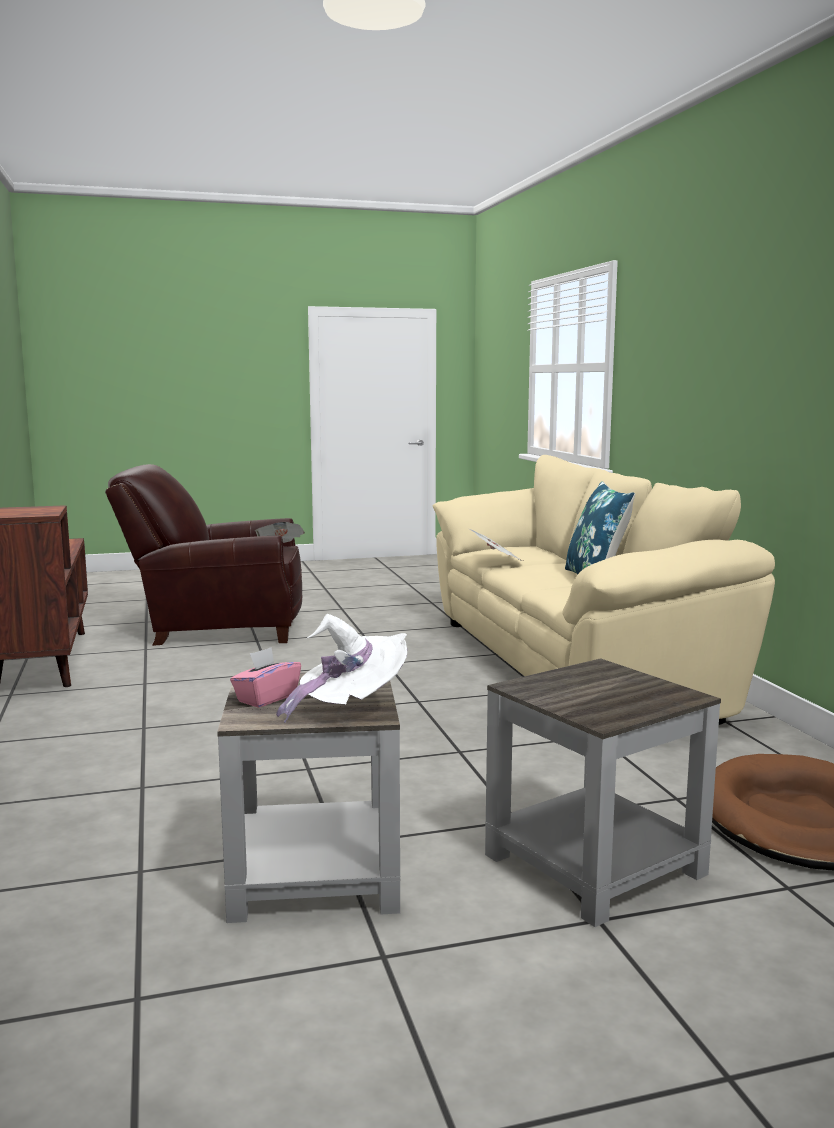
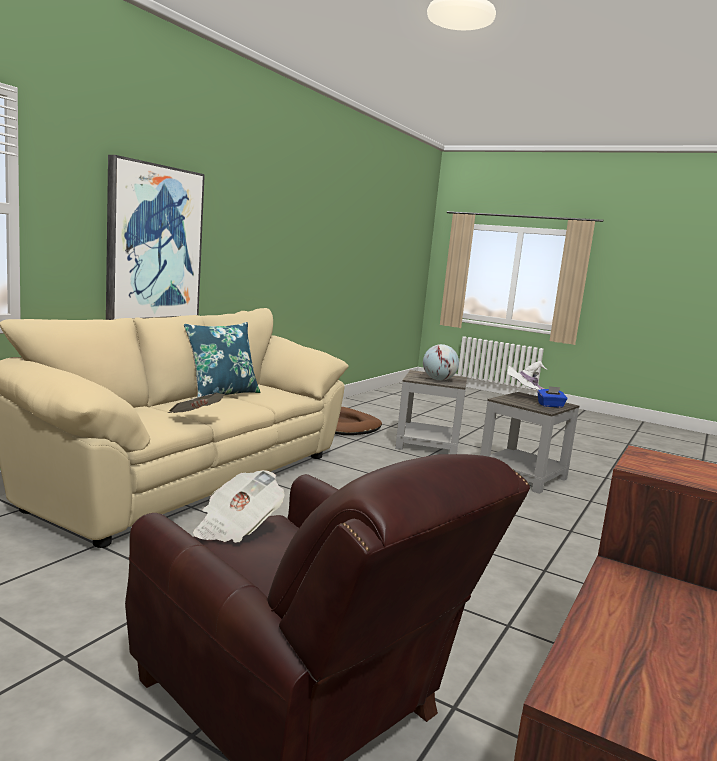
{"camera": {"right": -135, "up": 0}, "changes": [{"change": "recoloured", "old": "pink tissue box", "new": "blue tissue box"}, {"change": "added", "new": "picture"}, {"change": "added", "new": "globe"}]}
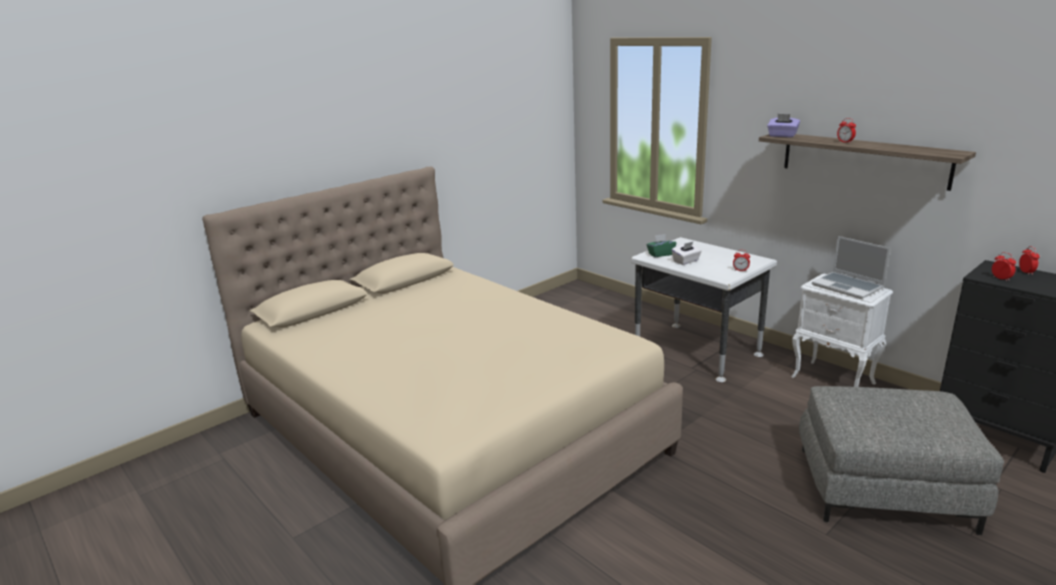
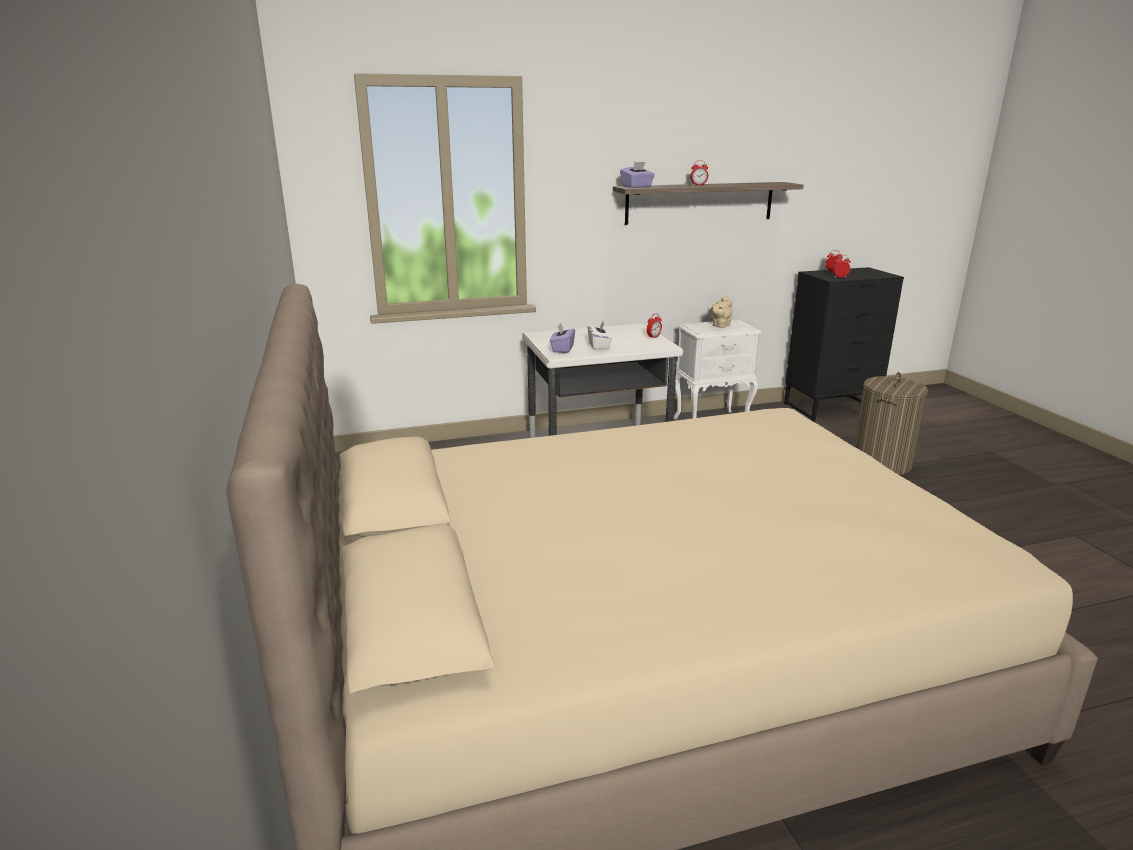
{"camera": {"right": -65, "up": 0}, "changes": [{"change": "recoloured", "old": "green tissue box", "new": "purple tissue box (1st from left)"}, {"change": "replaced", "old": "laptop", "new": "beige teapot"}, {"change": "replaced", "old": "grey ottoman", "new": "laundry basket"}]}
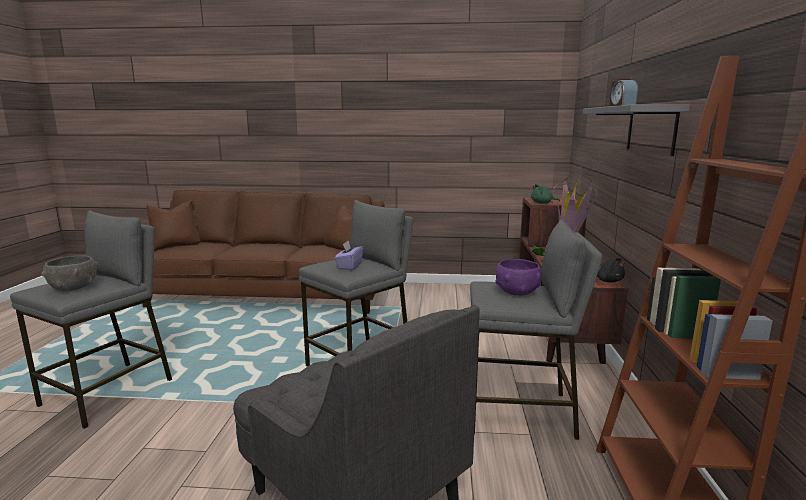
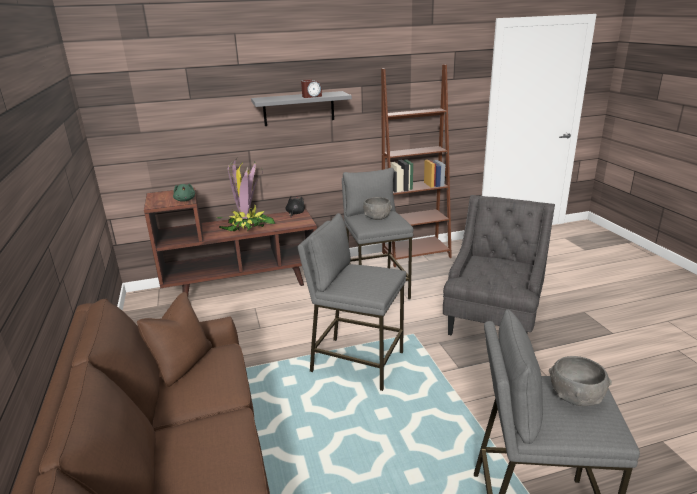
{"camera": {"right": -110, "up": 10}, "changes": [{"change": "removed", "old": "purple tissue box"}, {"change": "recoloured", "old": "purple bowl", "new": "grey bowl (1st from left)"}]}
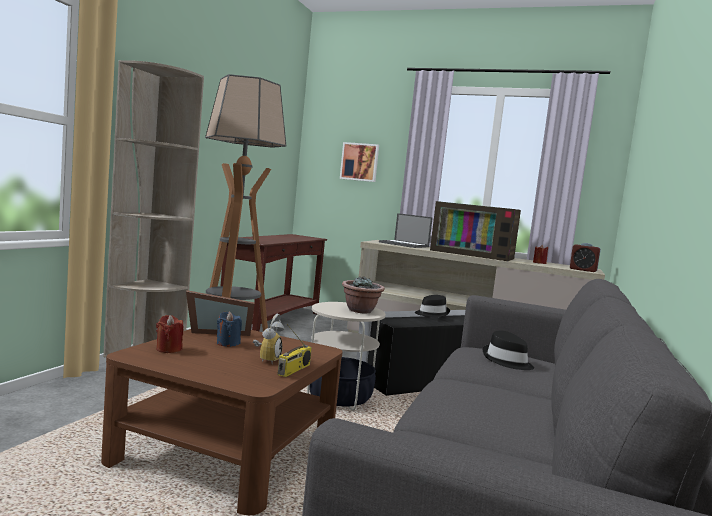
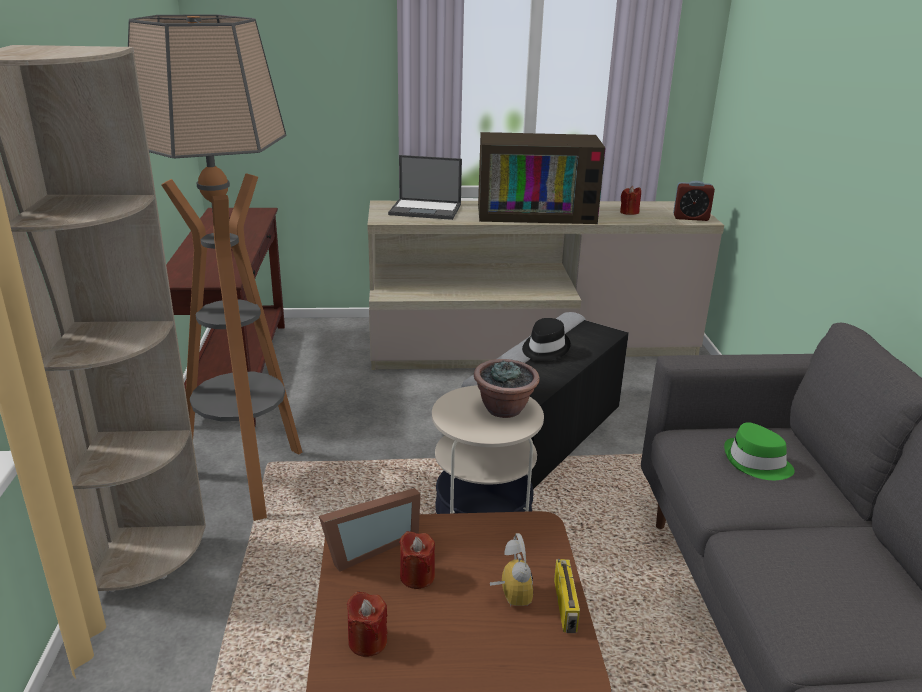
{"camera": {"right": -25, "up": 20}, "changes": [{"change": "removed", "old": "picture"}, {"change": "recoloured", "old": "blue candle", "new": "red candle (2nd from left)"}, {"change": "recoloured", "old": "black hat (2nd from left)", "new": "green hat"}]}
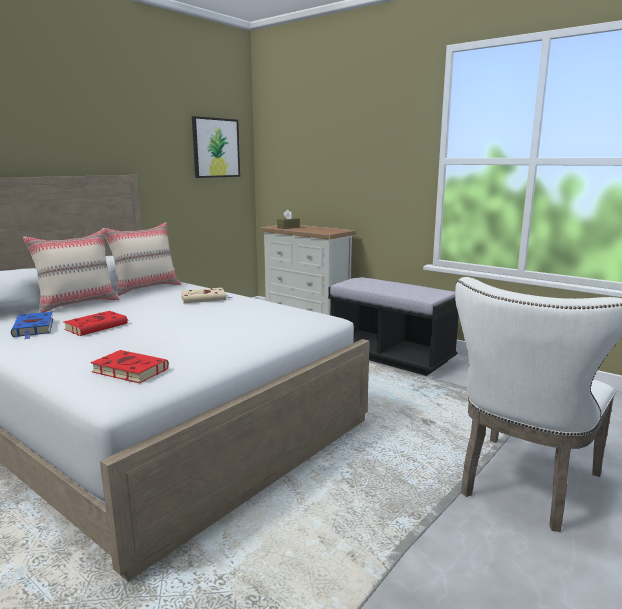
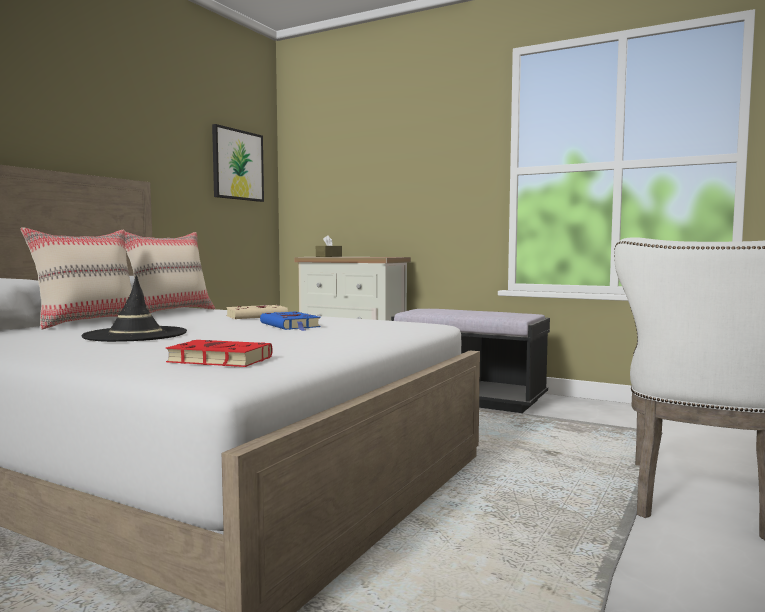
{"camera": {"right": -10, "up": -10}, "changes": [{"change": "replaced", "old": "red book (1st from left)", "new": "black hat"}, {"change": "moved", "old": "blue book"}]}
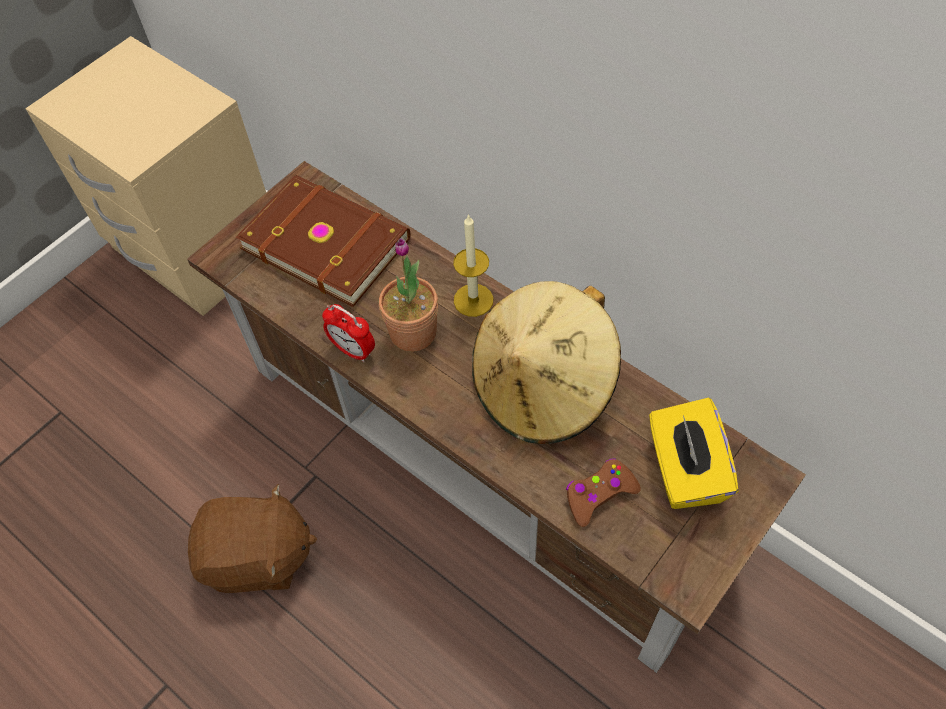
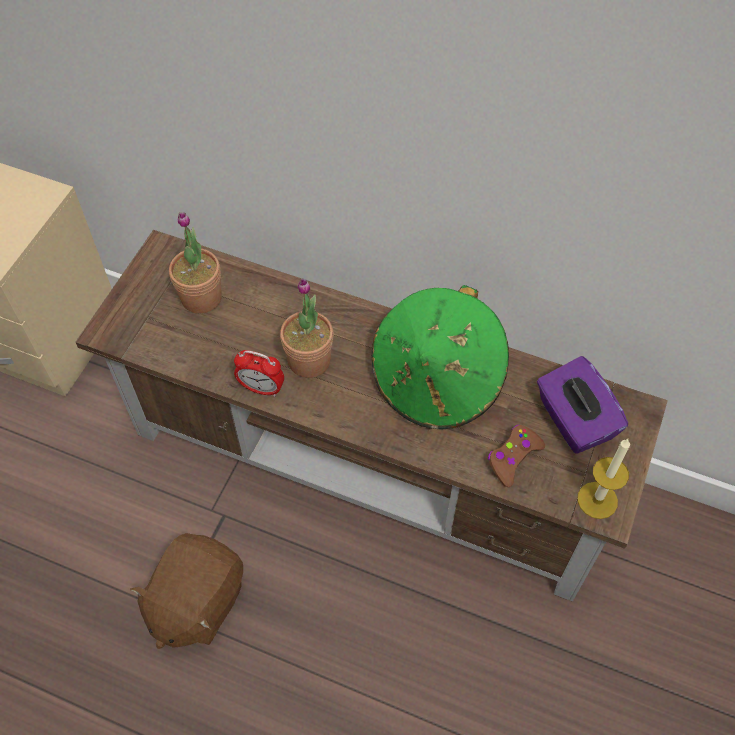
{"camera": {"right": -20, "up": 0}, "changes": [{"change": "replaced", "old": "brown book", "new": "potted plant (1st from left)"}, {"change": "moved", "old": "candle"}, {"change": "recoloured", "old": "beige hat", "new": "green hat"}, {"change": "recoloured", "old": "yellow tissue box", "new": "purple tissue box"}, {"change": "turned", "old": "brown plush toy", "degrees": 135}]}
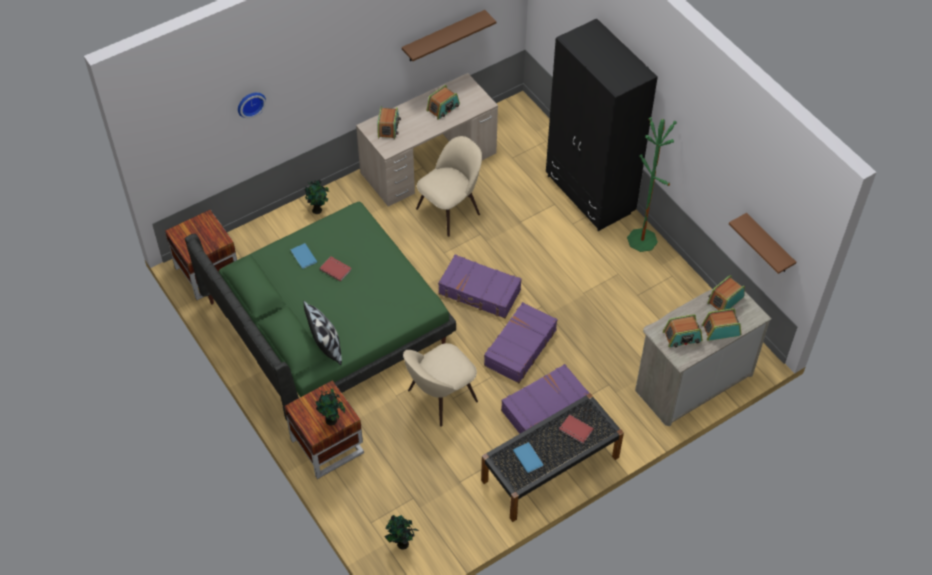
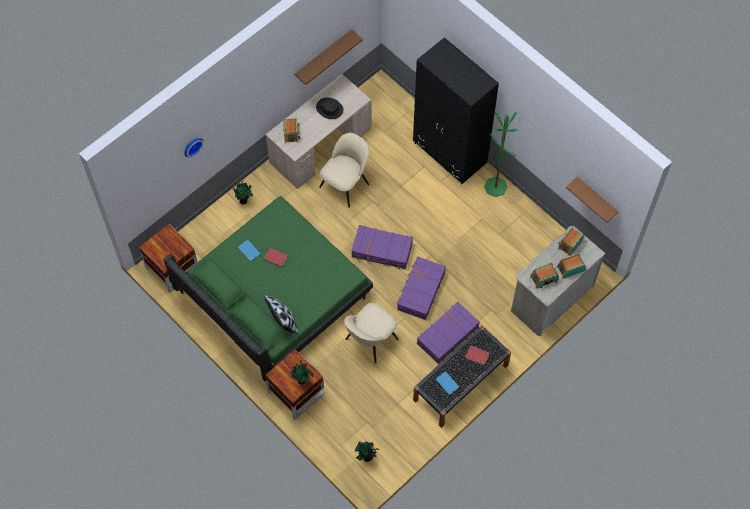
{"camera": {"right": -10, "up": 10}, "changes": [{"change": "replaced", "old": "radio (2nd from left)", "new": "black hat"}]}
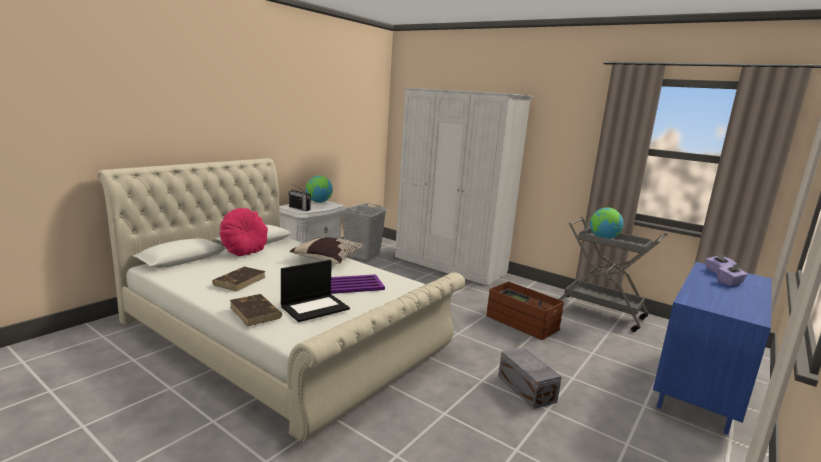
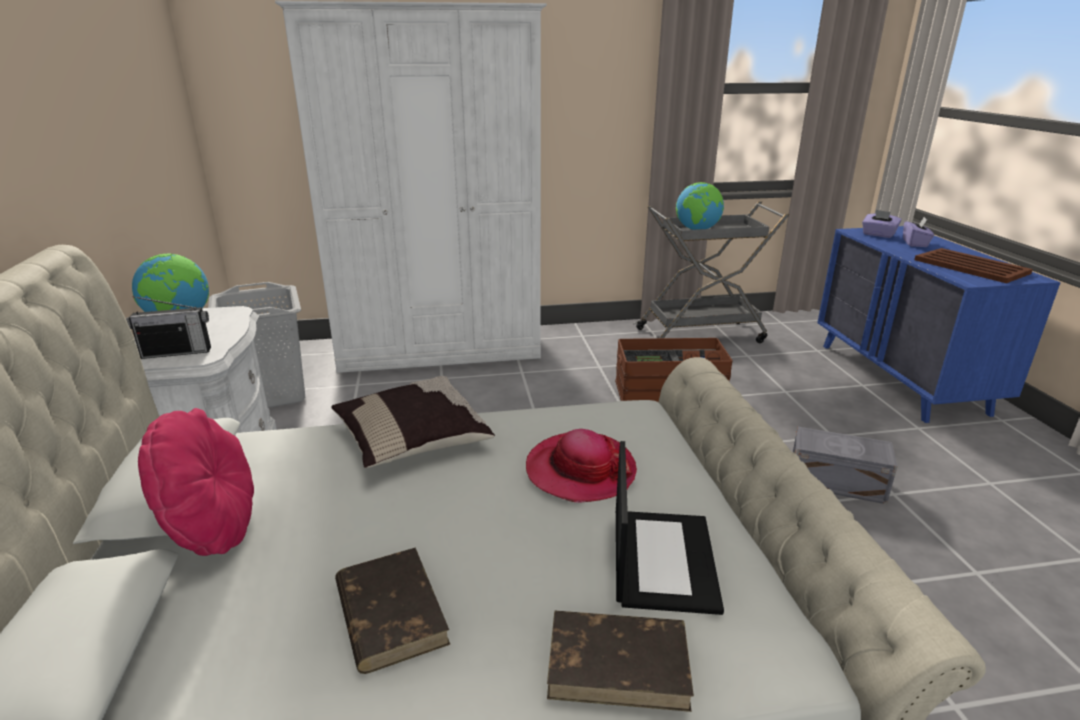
{"camera": {"right": -45, "up": 10}, "changes": [{"change": "replaced", "old": "purple tray", "new": "hat"}, {"change": "added", "new": "brown tray"}]}
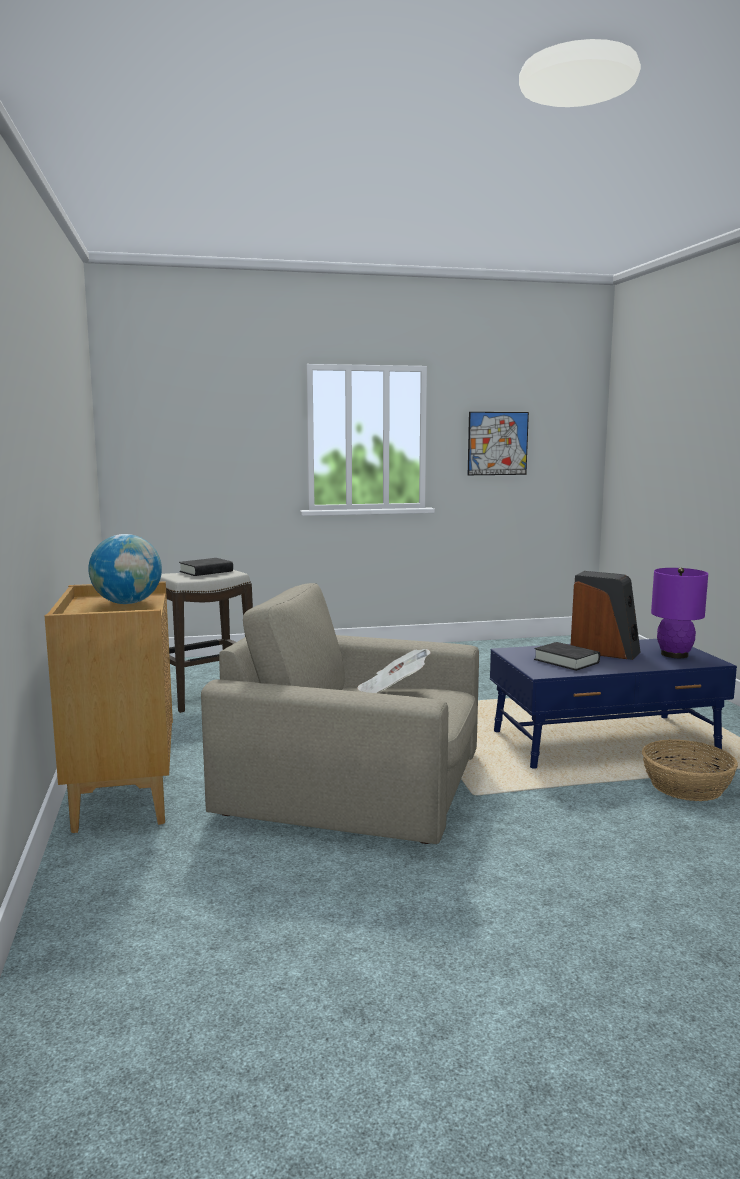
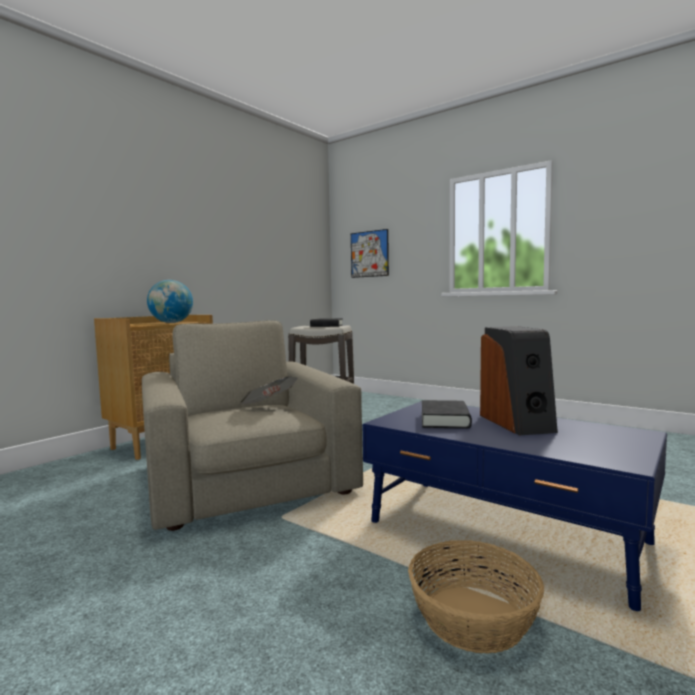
{"camera": {"right": 50, "up": -5}, "changes": [{"change": "moved", "old": "picture"}, {"change": "removed", "old": "purple table lamp"}]}
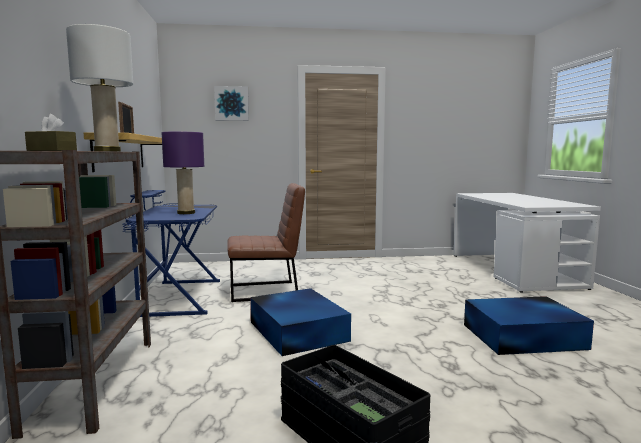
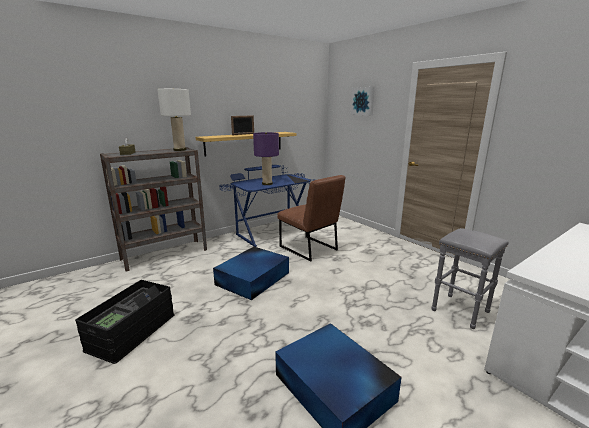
{"camera": {"right": 60, "up": 10}, "changes": [{"change": "added", "new": "grey stool"}]}
